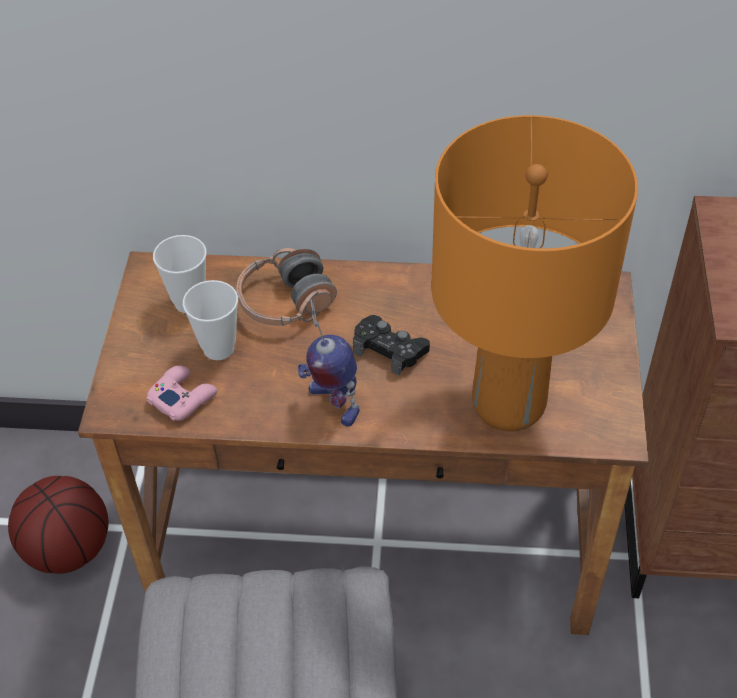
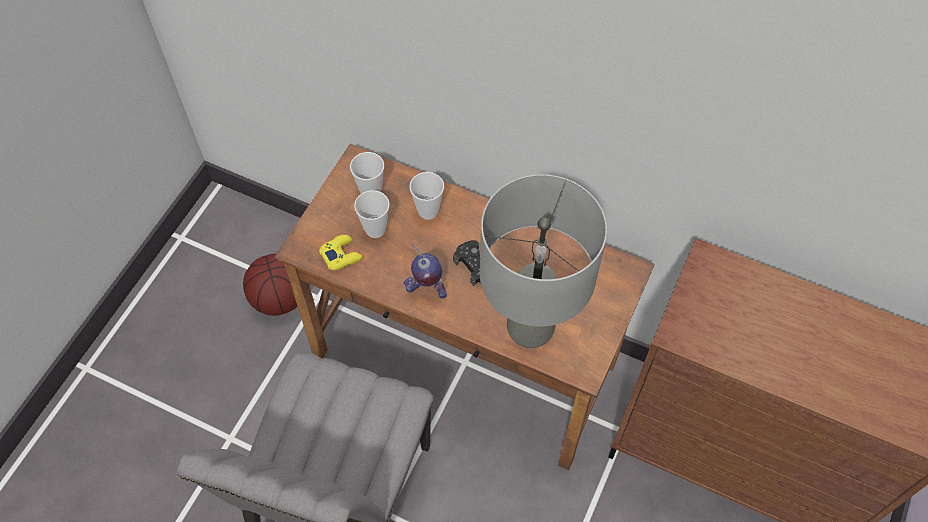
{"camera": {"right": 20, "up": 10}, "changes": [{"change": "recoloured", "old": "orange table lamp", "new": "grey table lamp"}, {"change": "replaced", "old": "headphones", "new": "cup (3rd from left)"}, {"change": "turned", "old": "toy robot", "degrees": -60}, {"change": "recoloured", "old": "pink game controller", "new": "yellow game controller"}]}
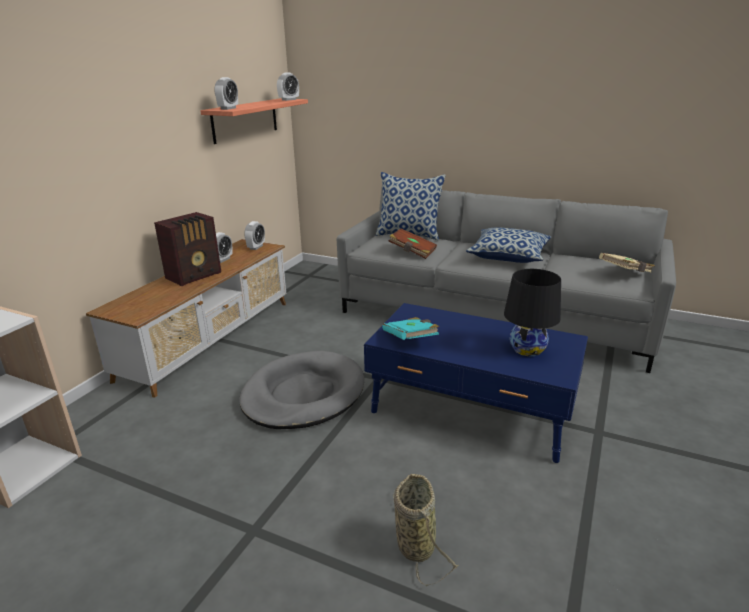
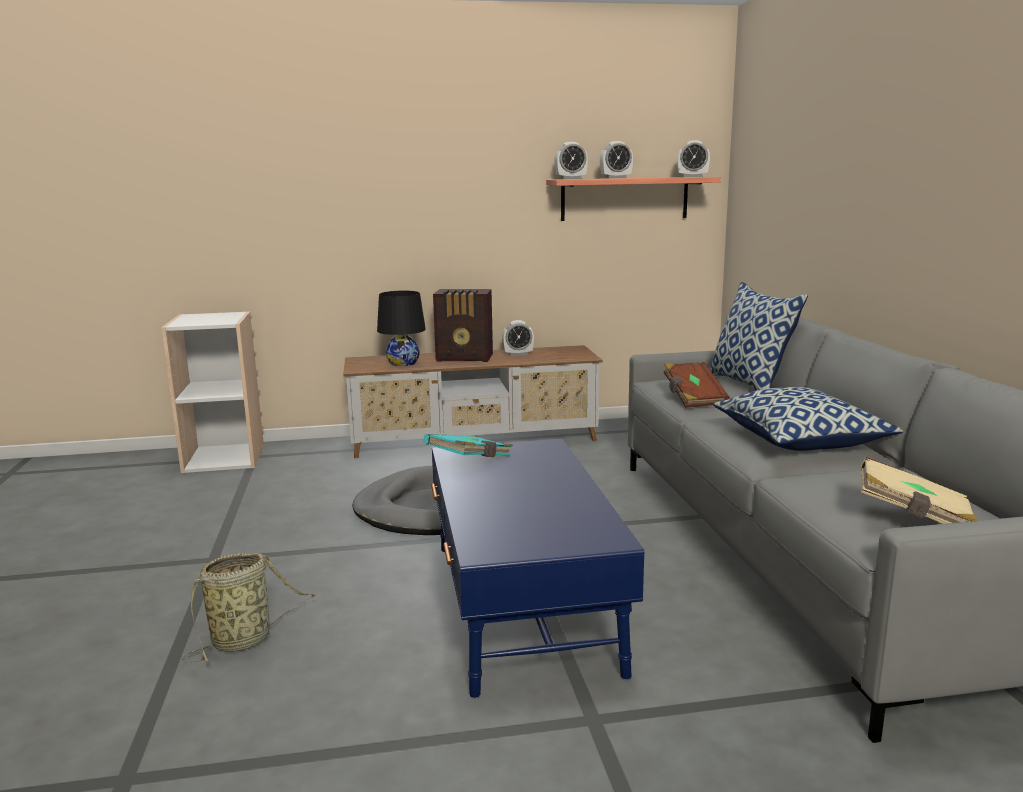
{"camera": {"right": 55, "up": -10}, "changes": [{"change": "moved", "old": "alarm clock (3rd from left)"}, {"change": "moved", "old": "black table lamp"}]}
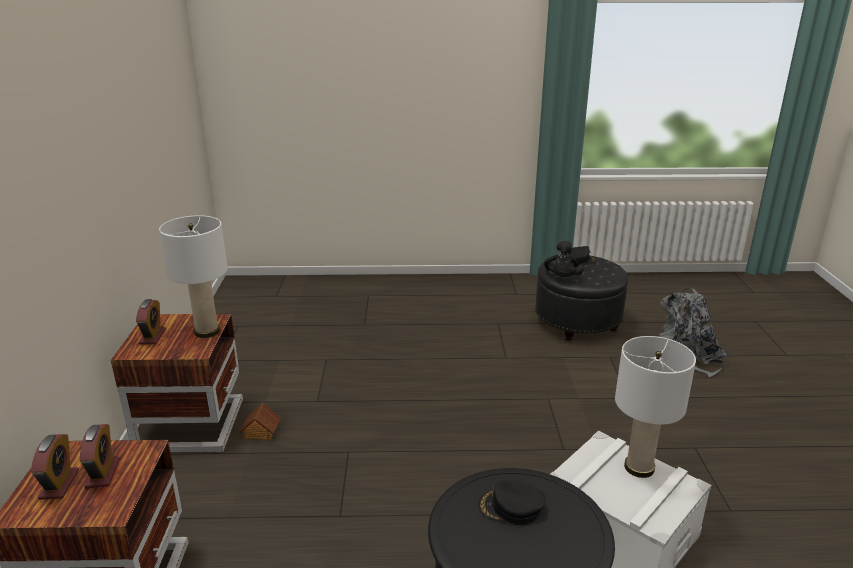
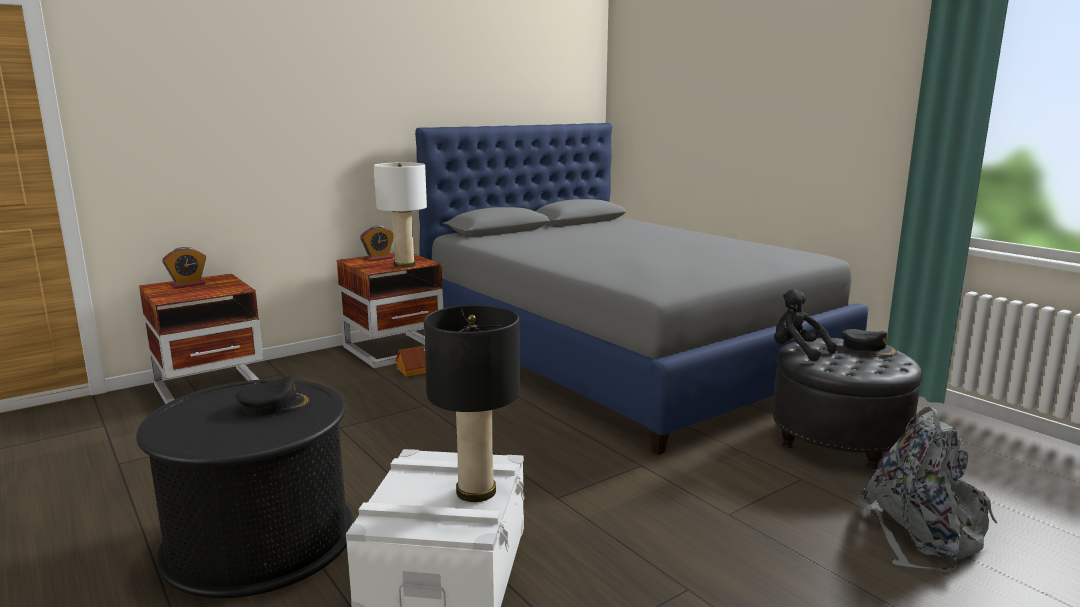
{"camera": {"right": 55, "up": -10}, "changes": [{"change": "turned", "old": "black plush toy", "degrees": 75}, {"change": "recoloured", "old": "white table lamp (2nd from left)", "new": "black table lamp"}, {"change": "removed", "old": "alarm clock (2nd from left)"}, {"change": "turned", "old": "black cap (1st from left)", "degrees": 90}, {"change": "added", "new": "grey bed"}]}
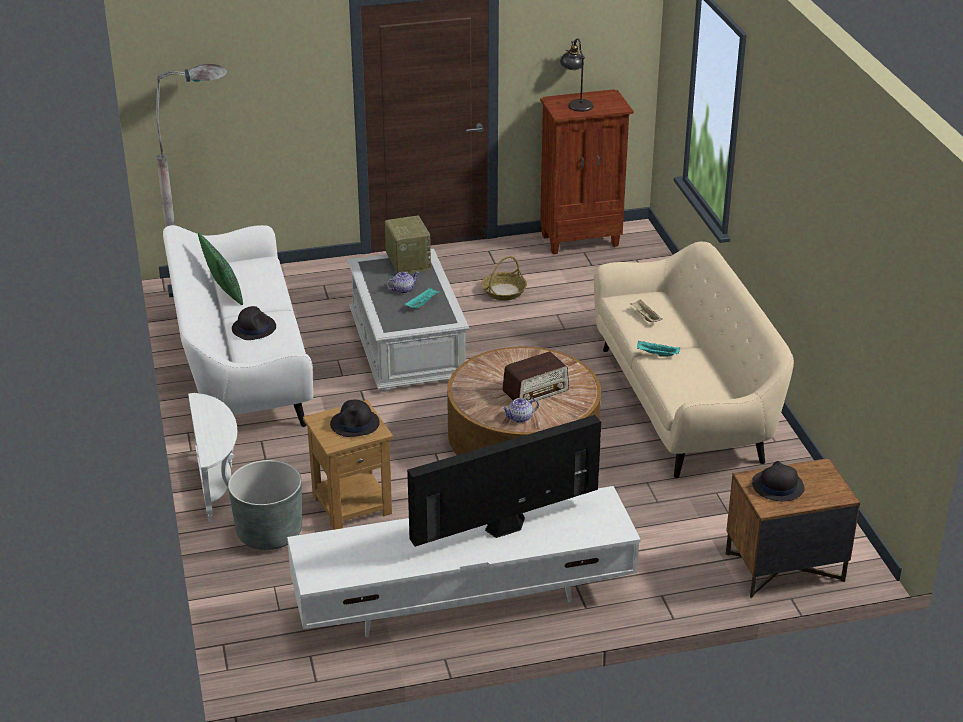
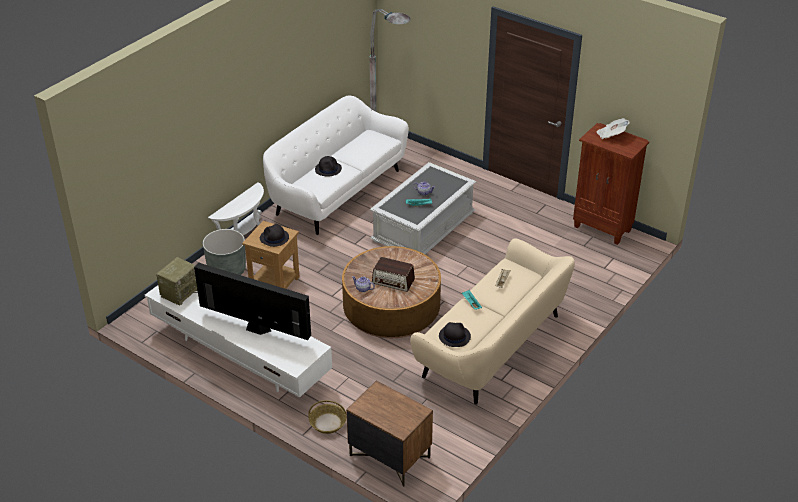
{"camera": {"right": 50, "up": 5}, "changes": [{"change": "replaced", "old": "grey table lamp", "new": "newspaper"}, {"change": "moved", "old": "radio (1st from left)"}, {"change": "removed", "old": "green pillow"}, {"change": "moved", "old": "basket"}, {"change": "moved", "old": "black hat (3rd from left)"}]}
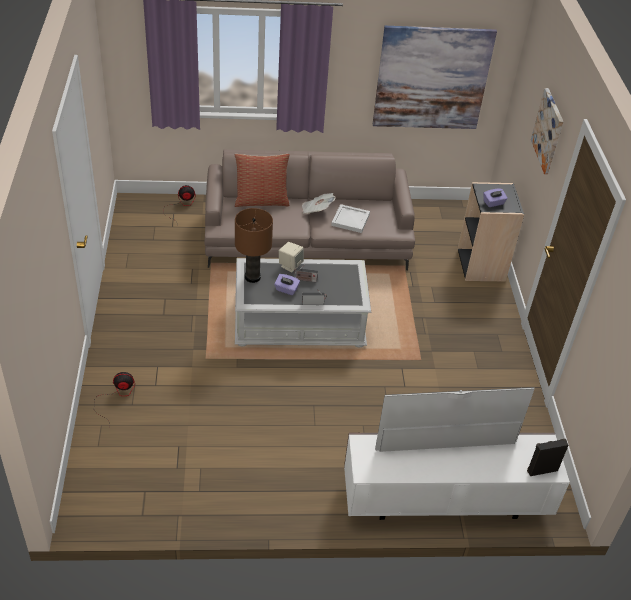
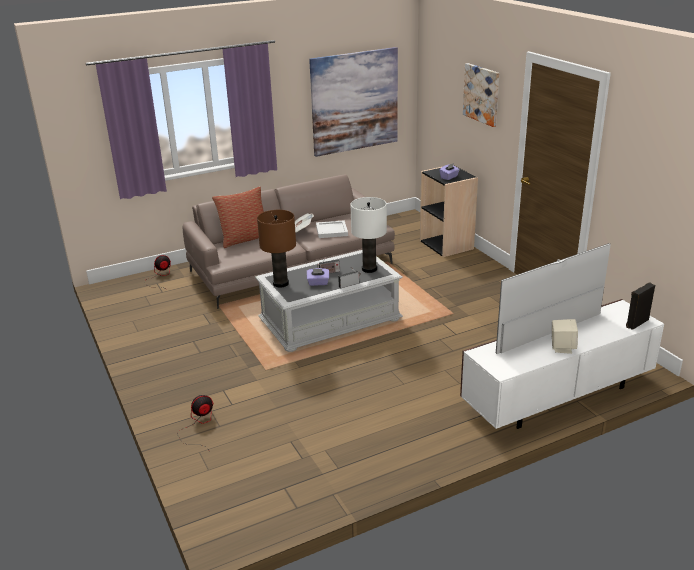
{"camera": {"right": -20, "up": -15}, "changes": [{"change": "moved", "old": "beige speaker"}, {"change": "added", "new": "white table lamp"}]}
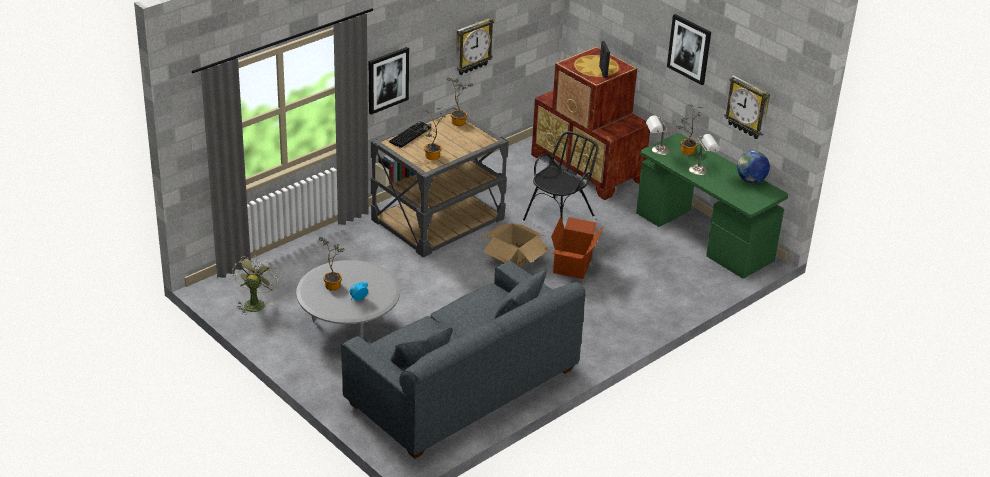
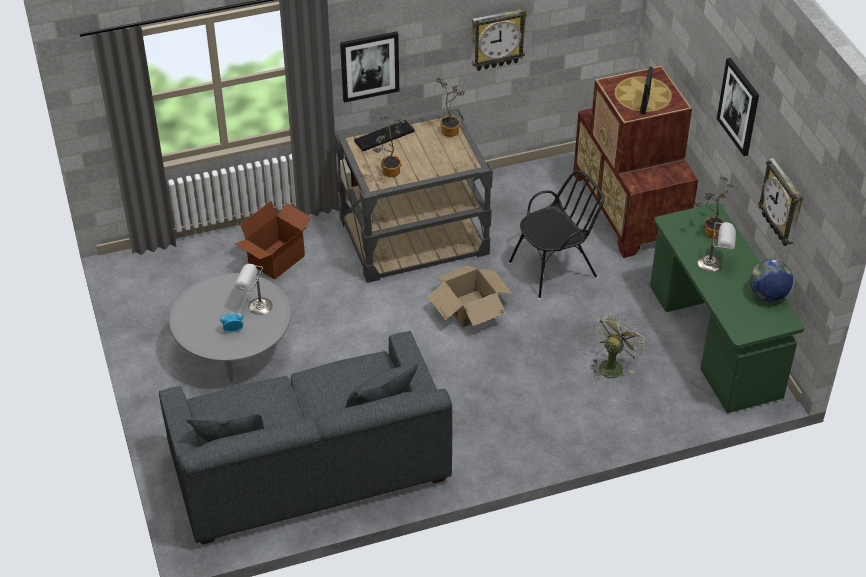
{"camera": {"right": 25, "up": 10}, "changes": [{"change": "moved", "old": "white table lamp (1st from left)"}, {"change": "moved", "old": "cardboard box (2nd from left in the first image)", "new": "cardboard box (1st from left)"}, {"change": "removed", "old": "potted plant (1st from left)"}, {"change": "moved", "old": "green fan"}]}
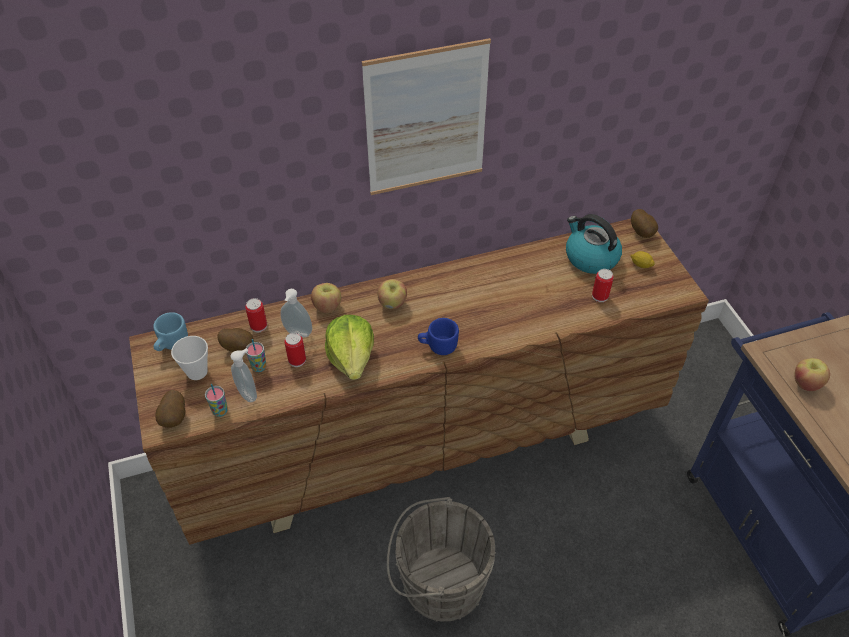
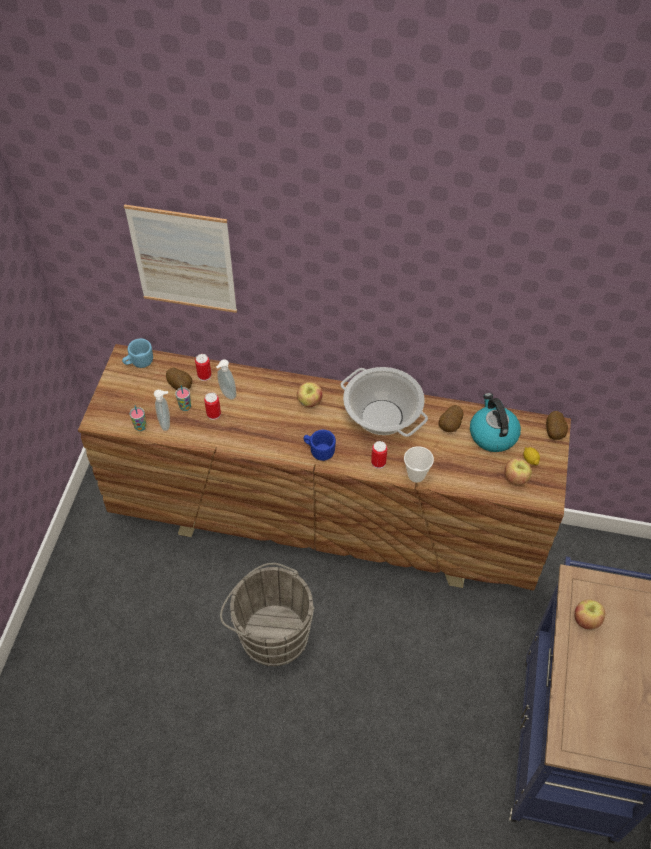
{"camera": {"right": 30, "up": 5}, "changes": [{"change": "moved", "old": "picture"}, {"change": "moved", "old": "can (3rd from left)"}, {"change": "moved", "old": "apple (1st from left in the first image)", "new": "apple (2nd from left)"}, {"change": "removed", "old": "lettuce"}, {"change": "moved", "old": "cup (1st from left in the first image)", "new": "cup (3rd from left)"}, {"change": "moved", "old": "potato (1st from left in the first image)", "new": "potato (2nd from left)"}, {"change": "added", "new": "cooking pot"}]}
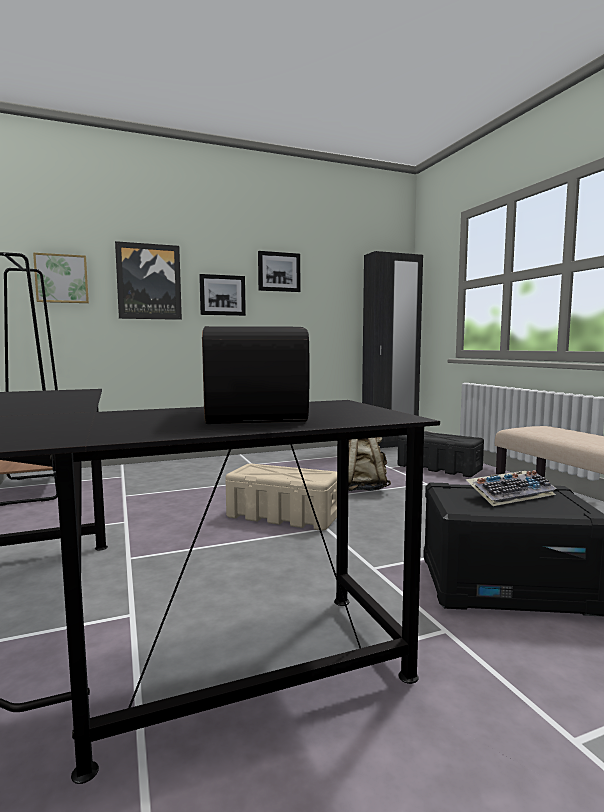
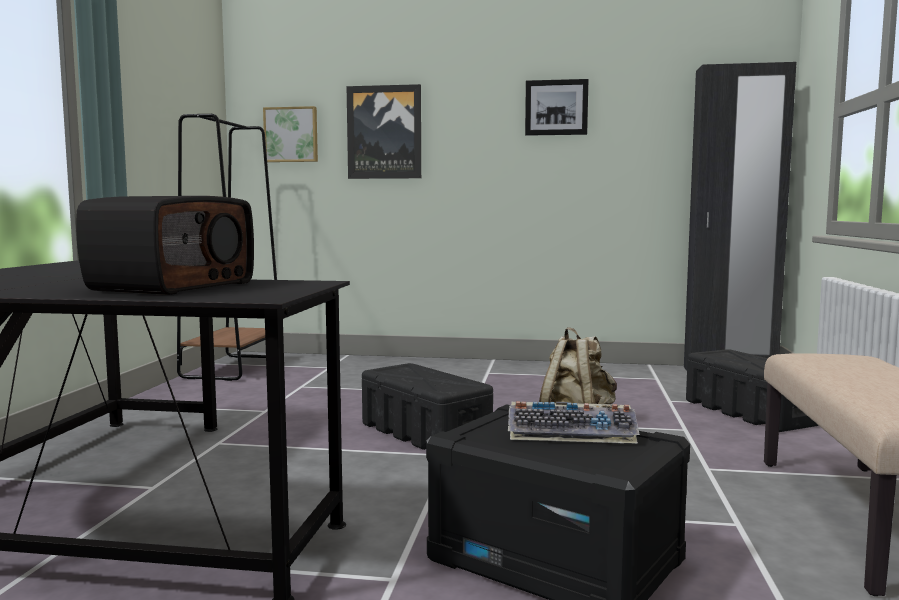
{"camera": {"right": 30, "up": 0}, "changes": [{"change": "removed", "old": "picture (3rd from left)"}, {"change": "recoloured", "old": "beige storage box", "new": "black storage box (1st from left)"}]}
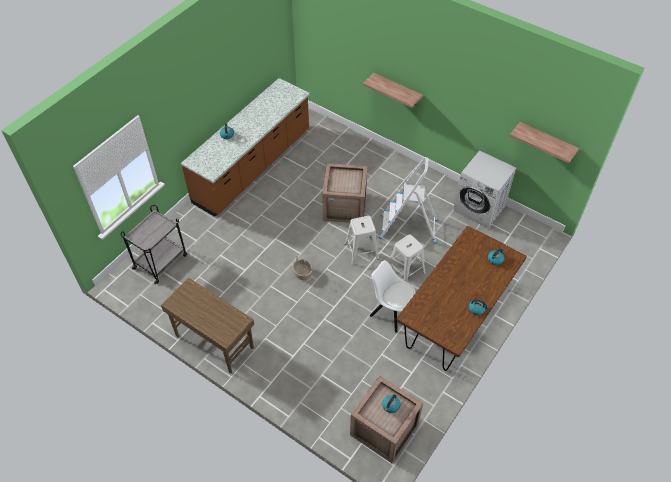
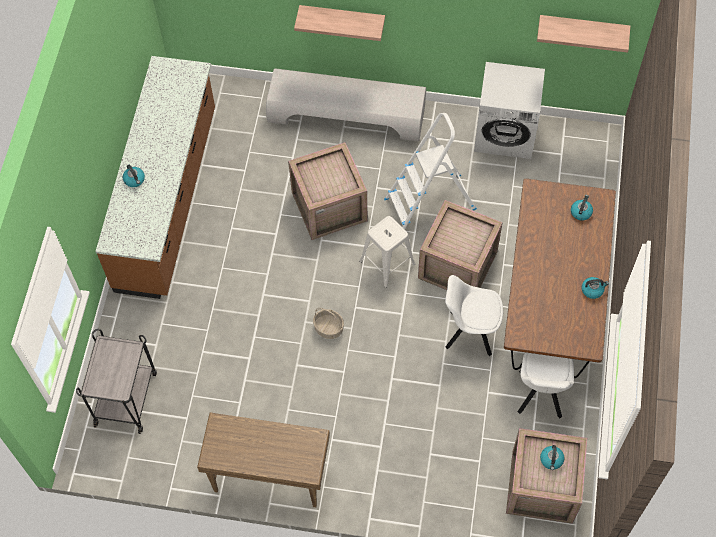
{"camera": {"right": -25, "up": 10}, "changes": [{"change": "replaced", "old": "white stool (2nd from left)", "new": "crate (2nd from left)"}, {"change": "added", "new": "grey bench"}, {"change": "added", "new": "white chair (2nd from left)"}]}
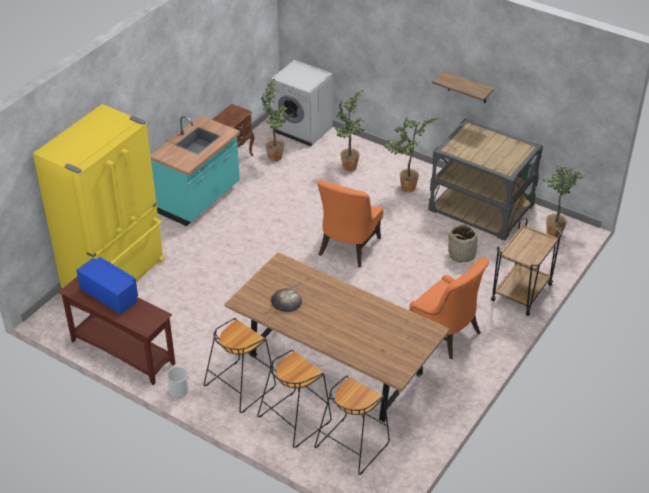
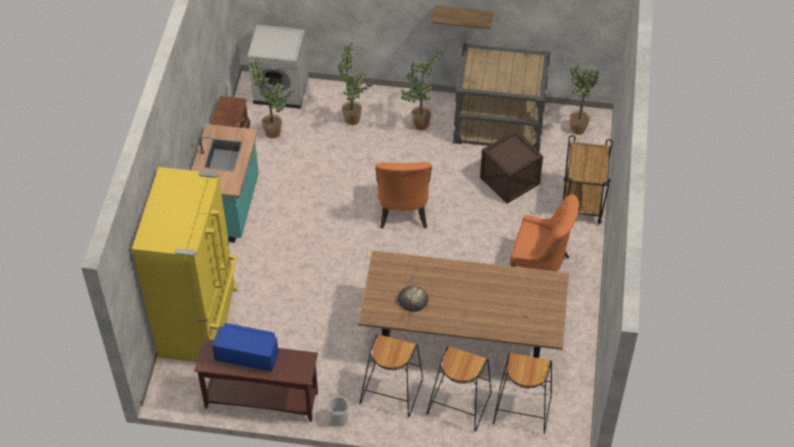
{"camera": {"right": -25, "up": 10}, "changes": [{"change": "replaced", "old": "basket", "new": "crate"}]}
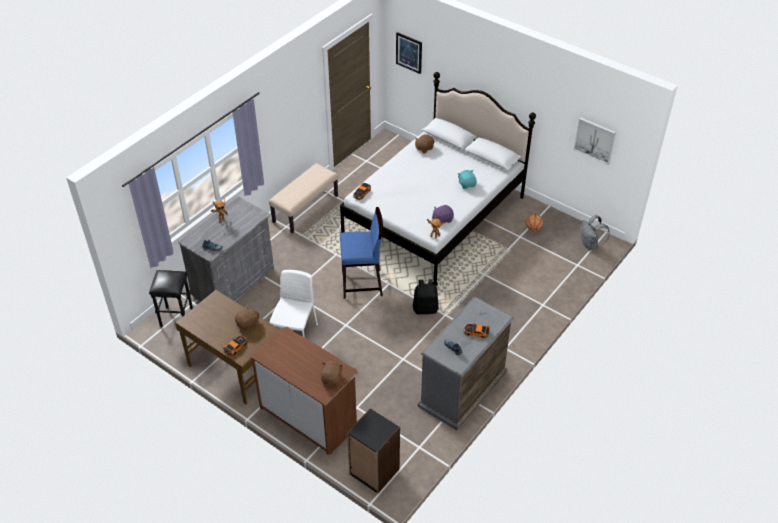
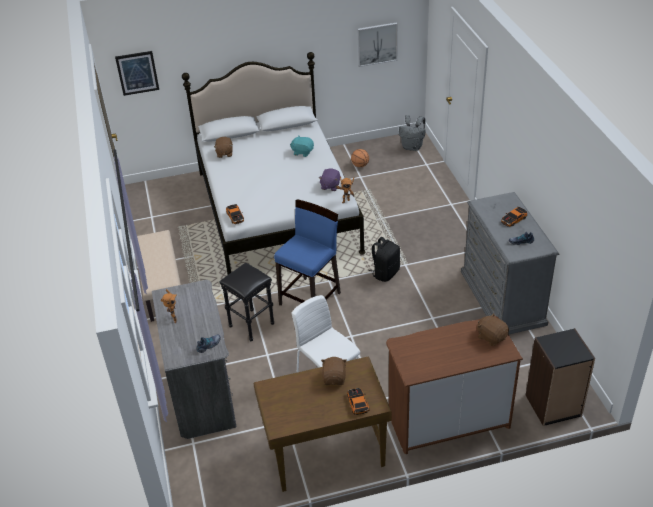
{"camera": {"right": -50, "up": -5}, "changes": [{"change": "moved", "old": "black stool"}]}
